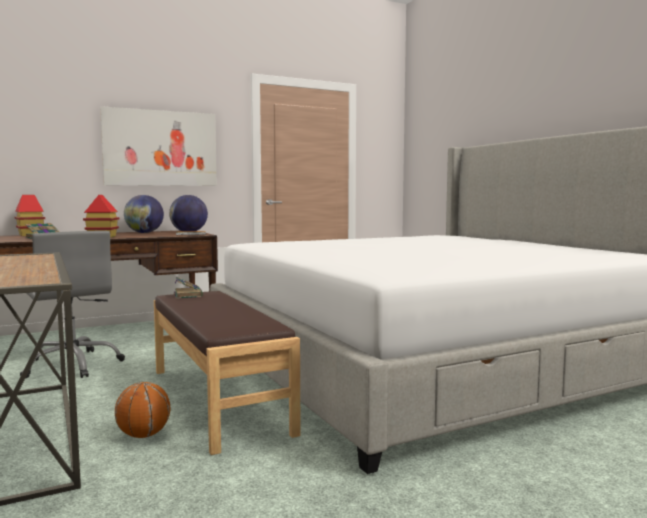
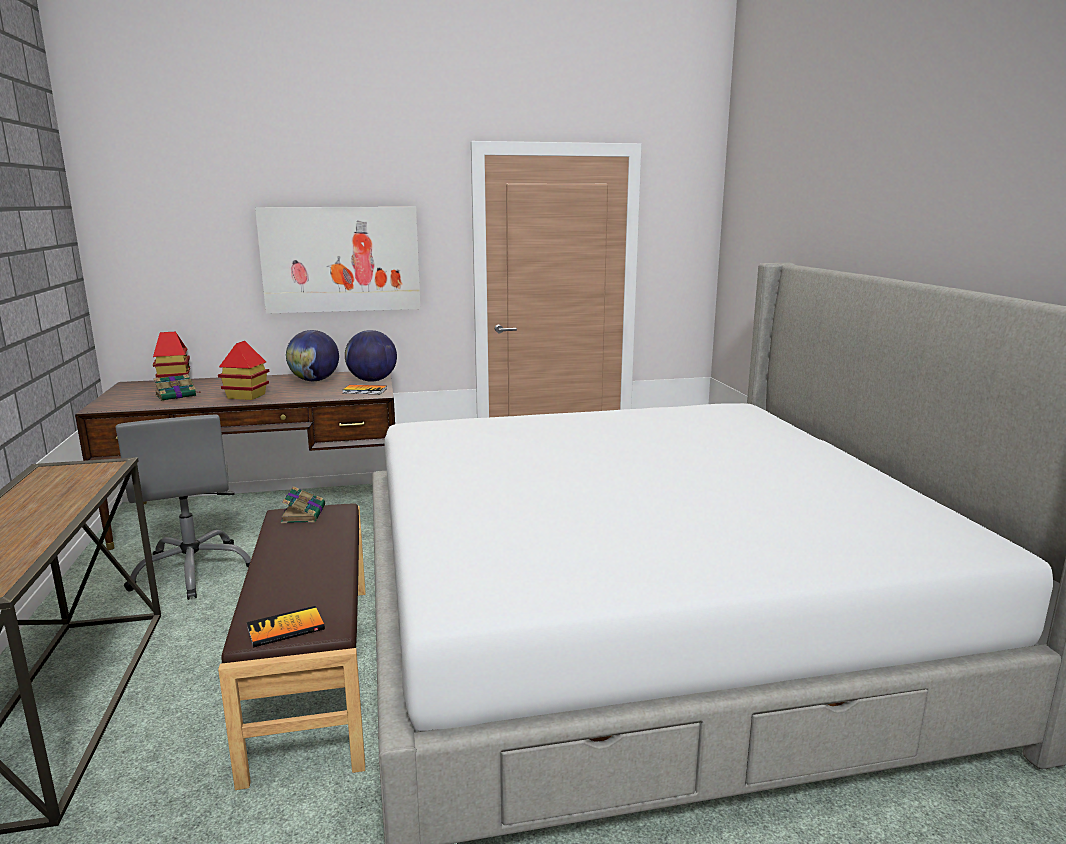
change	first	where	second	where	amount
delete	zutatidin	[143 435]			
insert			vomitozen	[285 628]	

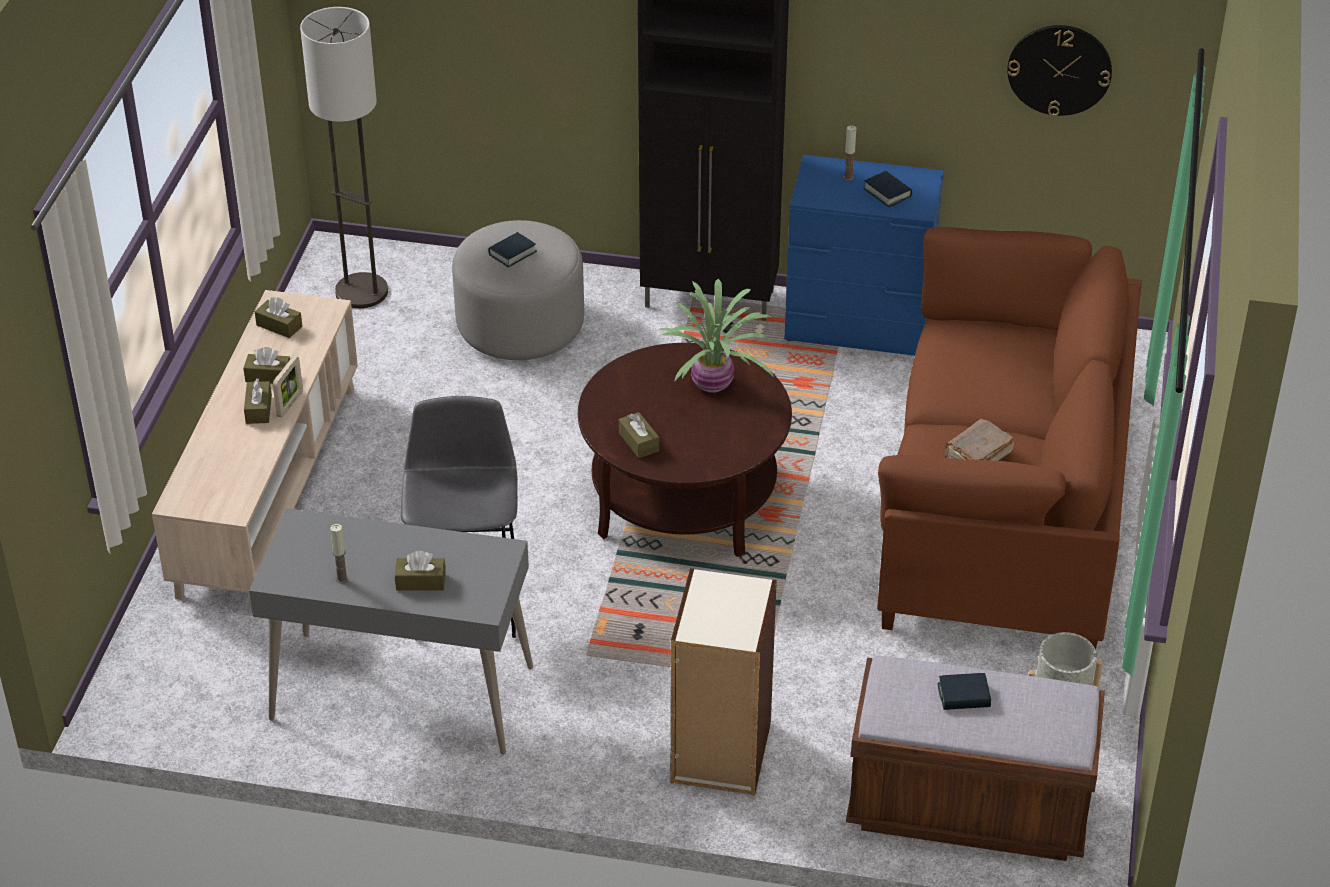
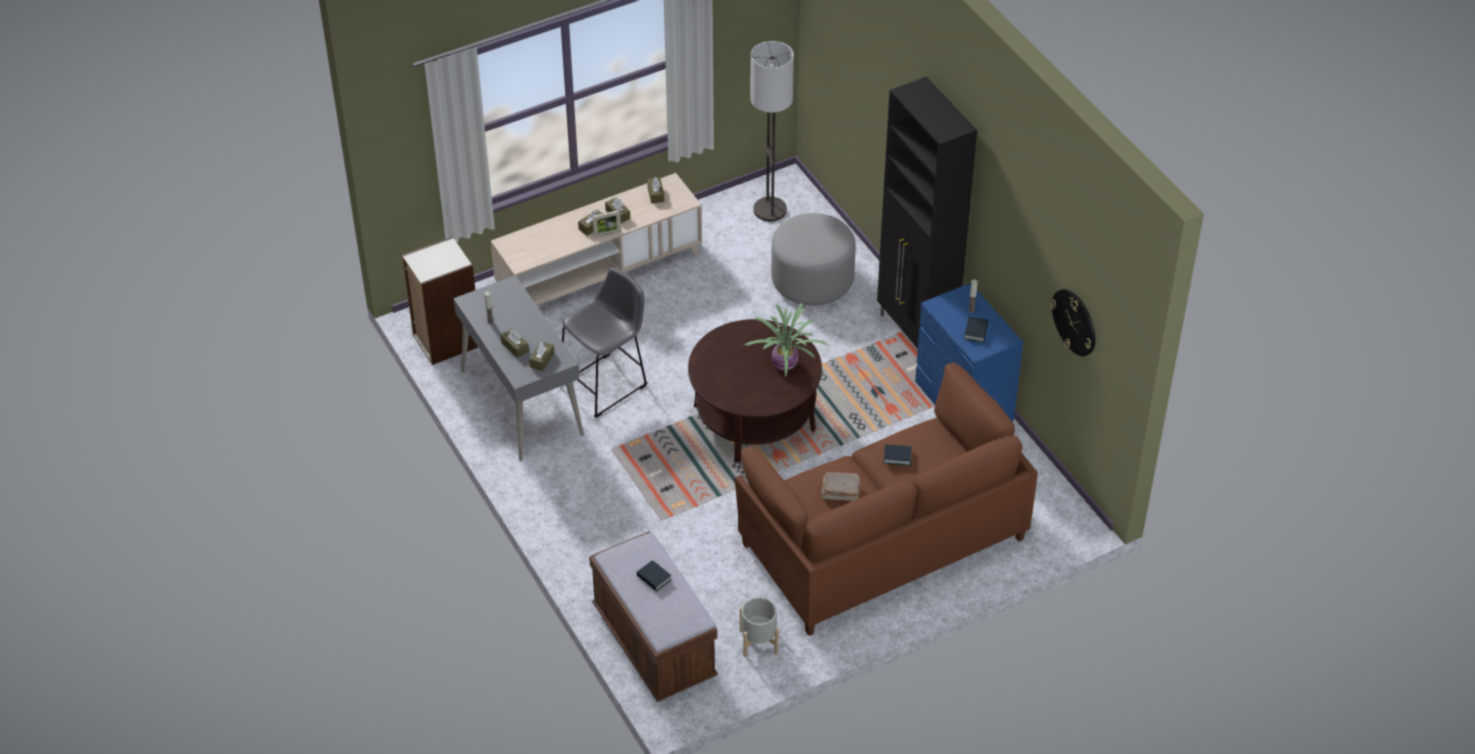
change	first	where	second	where	amount
move	vomitozen	[512 253]		[897 457]	
move	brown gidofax	[638 442]		[542 360]	
move	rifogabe	[720 753]		[446 341]	

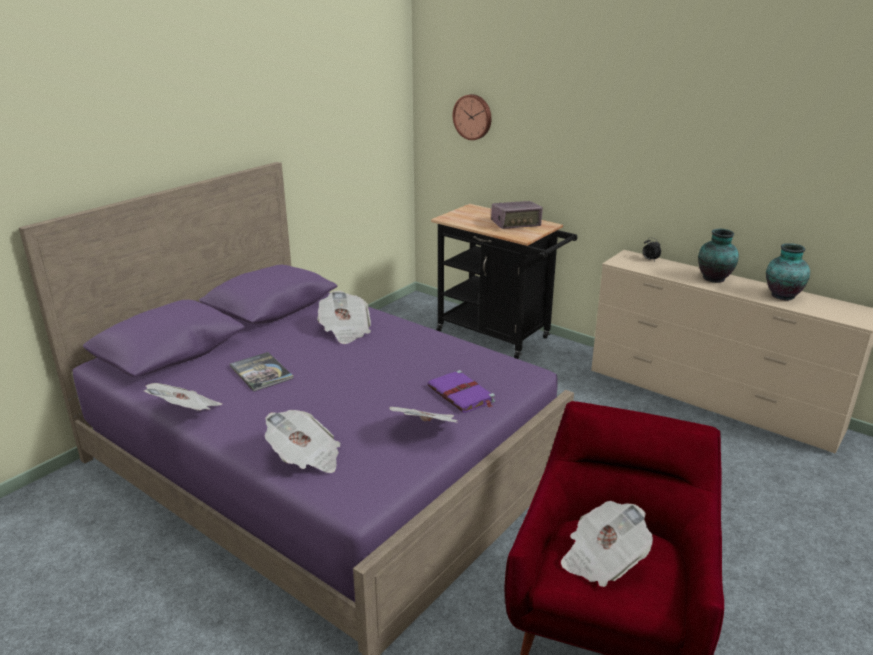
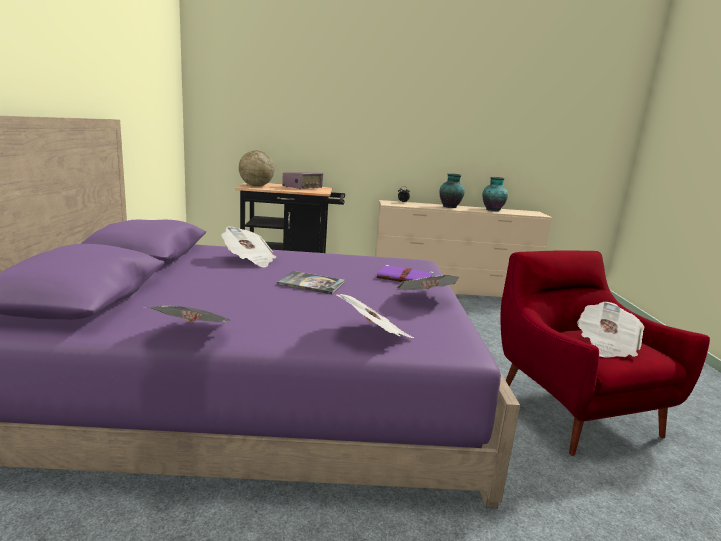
change	first	where	second	where	amount
delete	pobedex	[473 117]			
insert			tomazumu	[256 186]	
move	vomitozen	[261 372]		[311 283]	

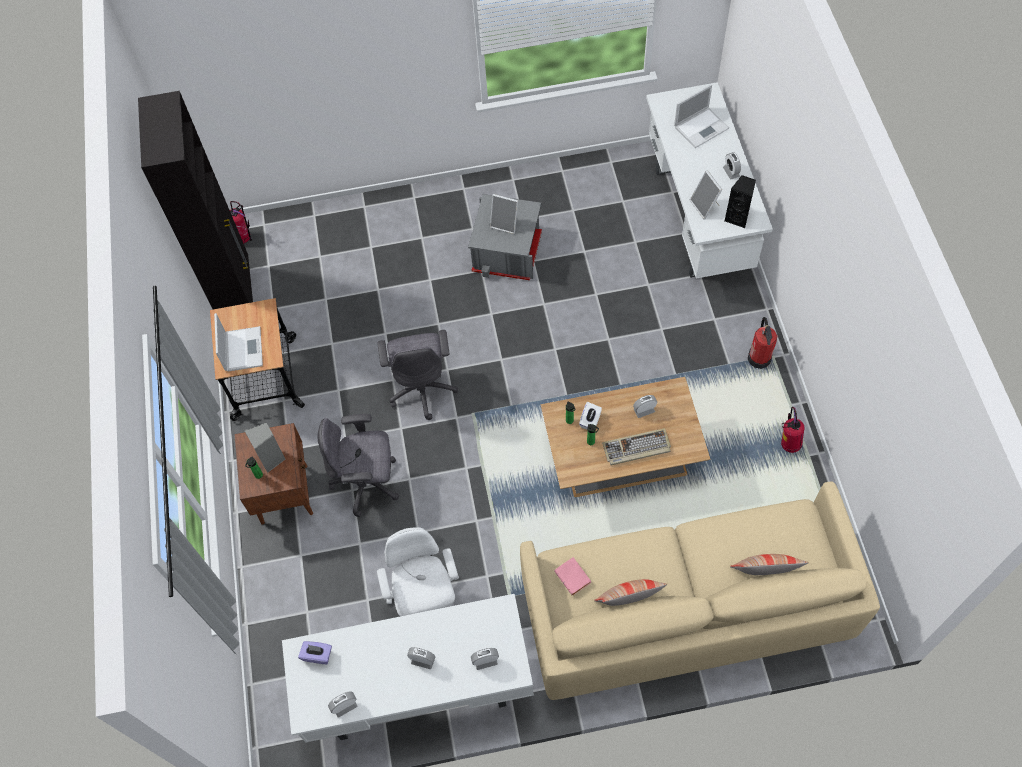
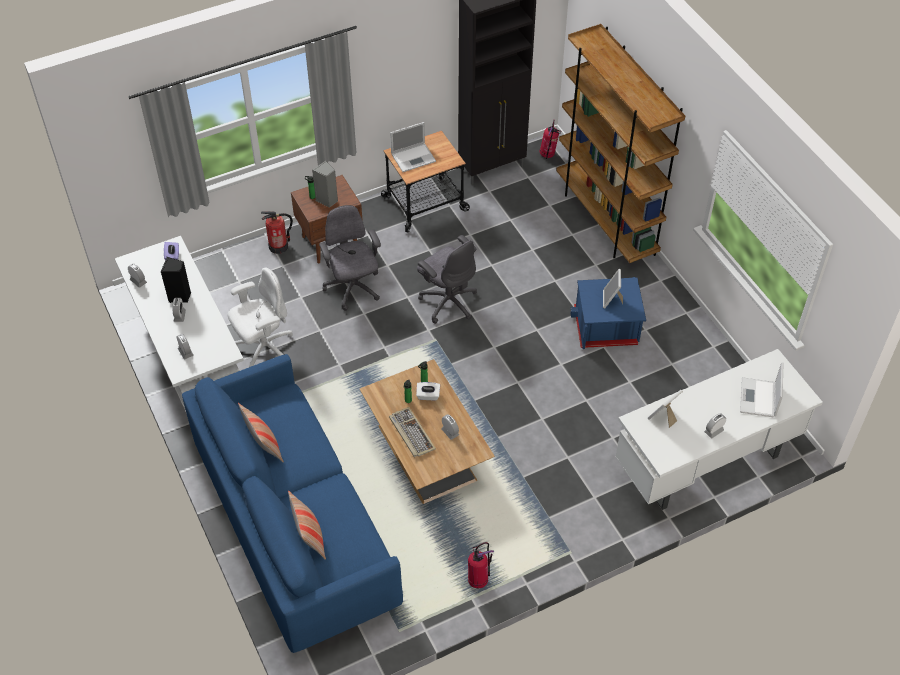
change	first	where	second	where	amount
delete	pink vomitozen	[574 577]			
insert			brown rifogabe	[606 220]	
move	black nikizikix	[738 217]		[180 296]	
move	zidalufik	[759 358]		[279 246]	
recolor	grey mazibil	[508 250]	blue mazibil	[607 326]	
recolor	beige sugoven	[685 610]	blue sugoven	[294 525]	
rotate	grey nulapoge	[423 388]		[448 302]	105 degrees counterclockwise
rotate	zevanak	[702 127]		[758 398]	60 degrees clockwise

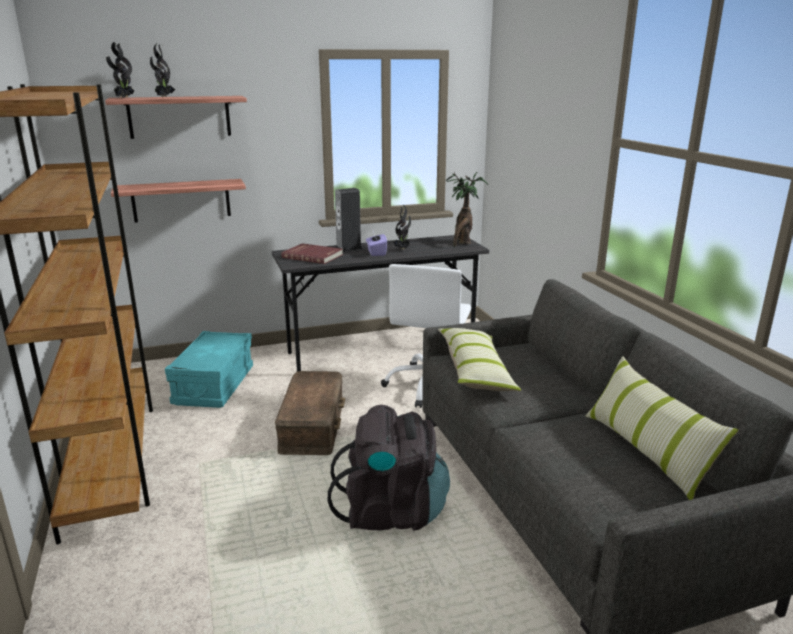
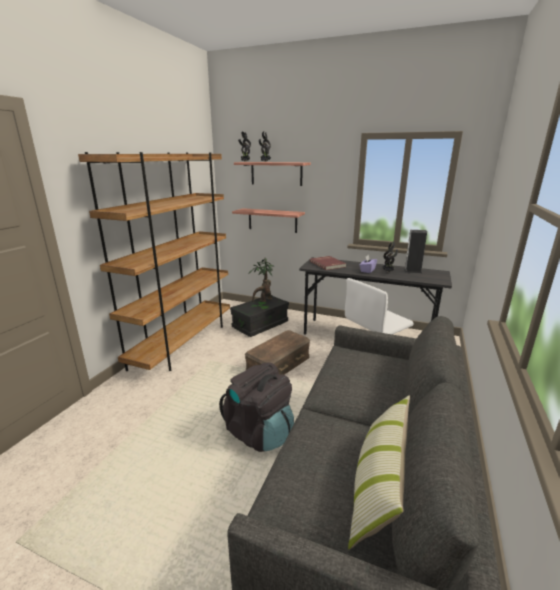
change	first	where	second	where	amount
delete	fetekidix	[475 371]			
move	nikizikix	[348 248]		[412 271]	
move	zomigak	[462 243]		[263 300]	
recolor	turquoise mazibil	[214 385]	black mazibil	[260 325]	

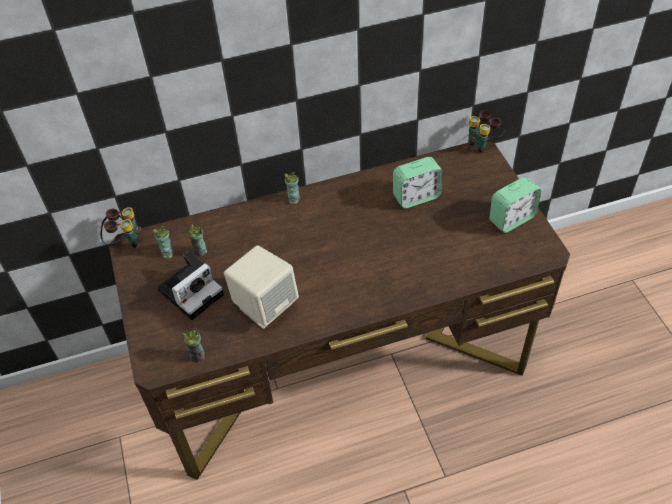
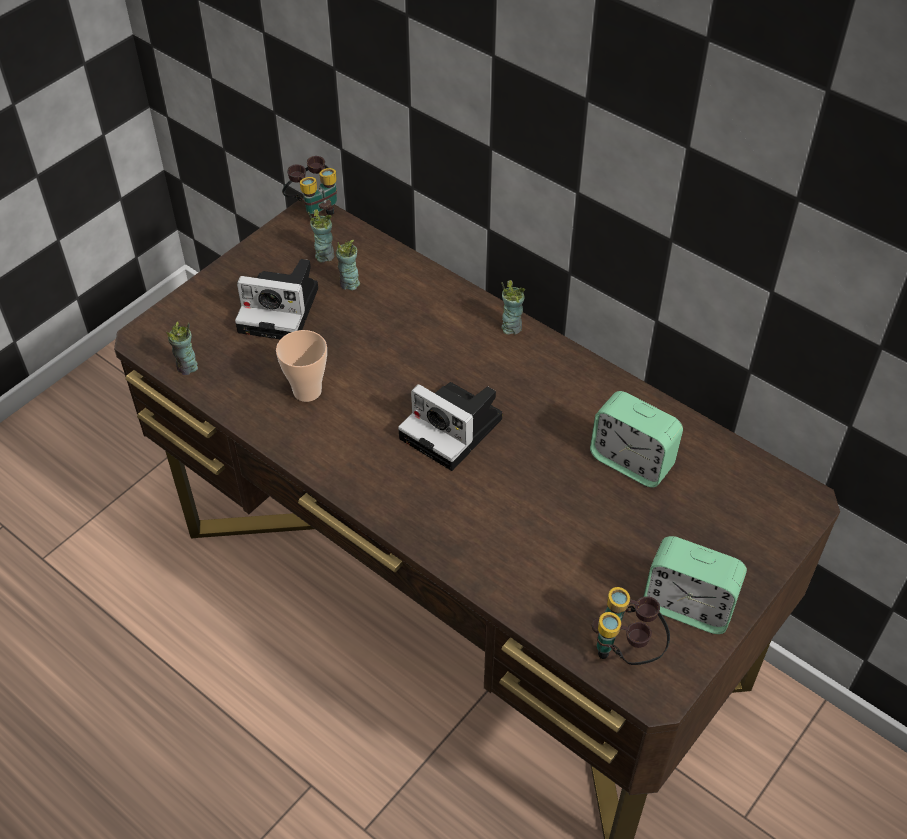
change	first	where	second	where	amount
insert			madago	[455 429]	
move	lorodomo	[483 144]		[626 650]	
replace	beige nikizikix	[265 305]	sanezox	[307 391]	

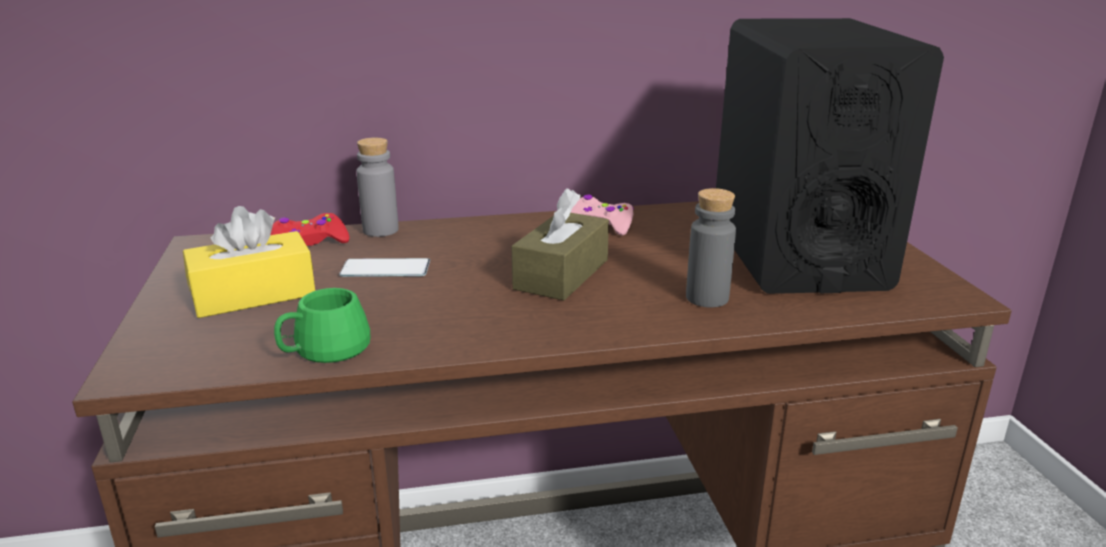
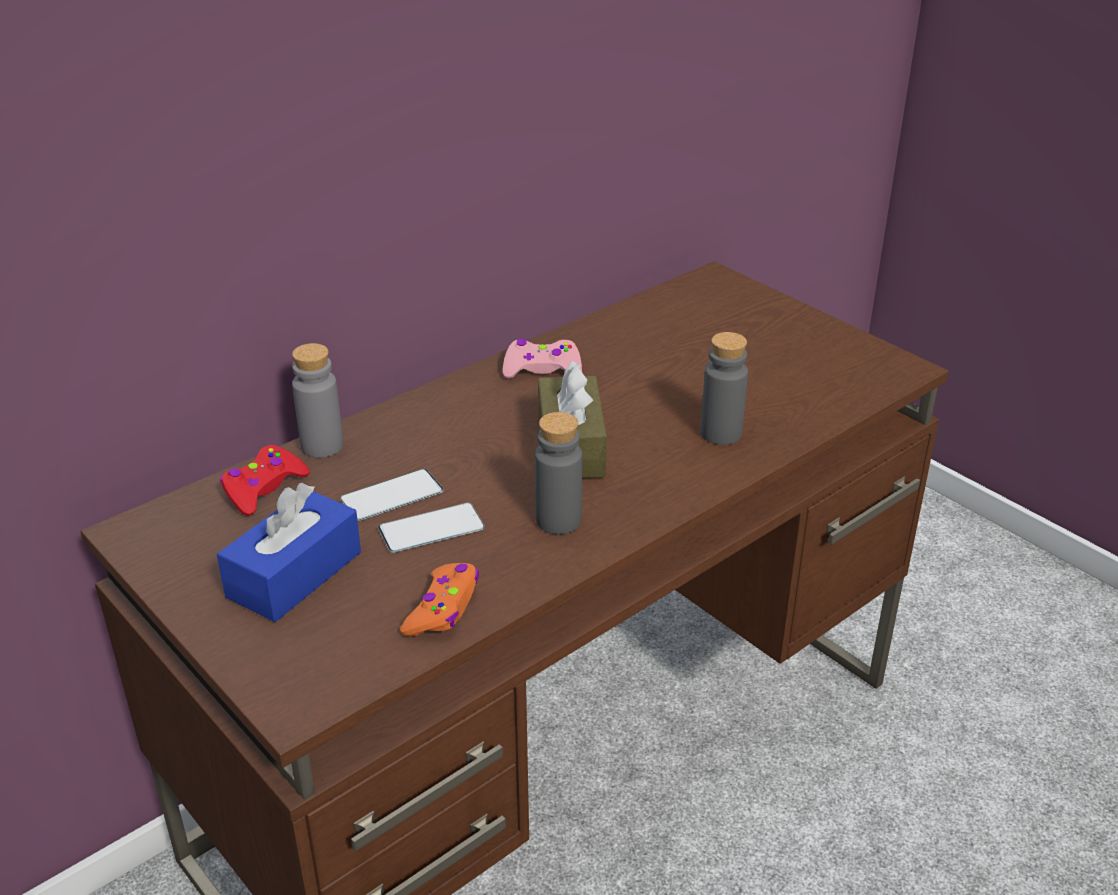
change	first	where	second	where	amount
delete	black nikizikix	[795 254]			
insert			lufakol	[431 529]	
insert			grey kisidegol	[558 520]	
replace	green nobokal	[319 347]	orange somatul	[443 608]	
recolor	yellow gidofax	[253 294]	blue gidofax	[294 574]	

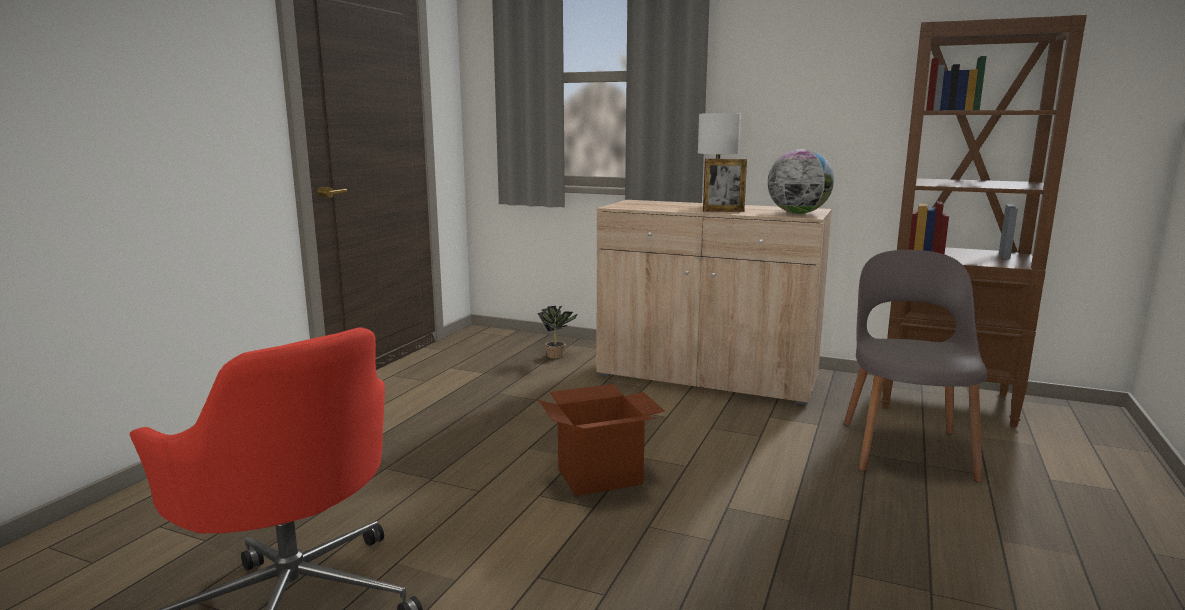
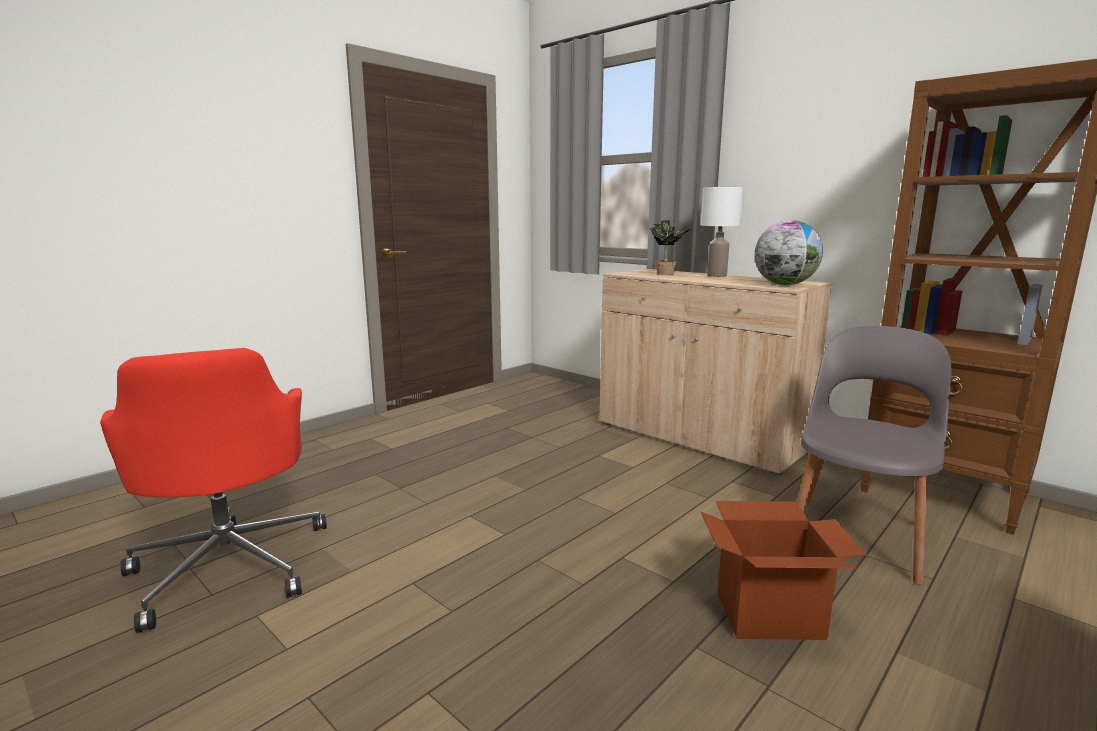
change	first	where	second	where	amount
delete	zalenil	[723 211]			
move	zomigak	[558 355]		[668 274]	
move	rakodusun	[600 476]		[770 615]	

